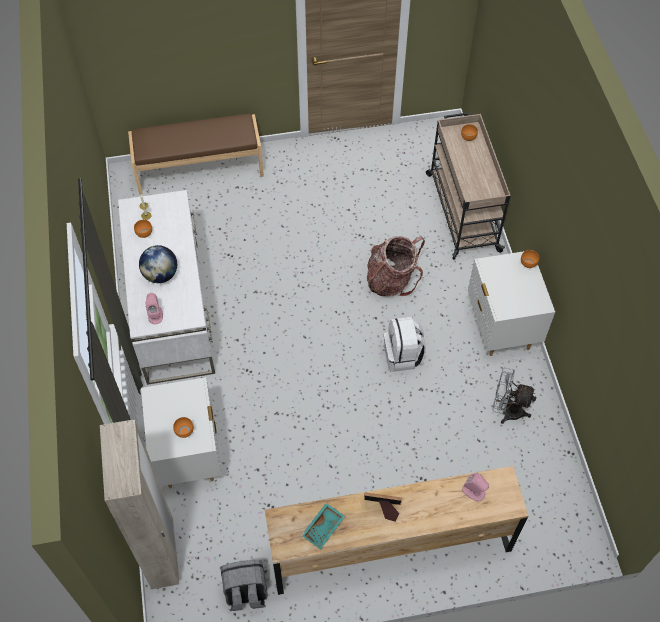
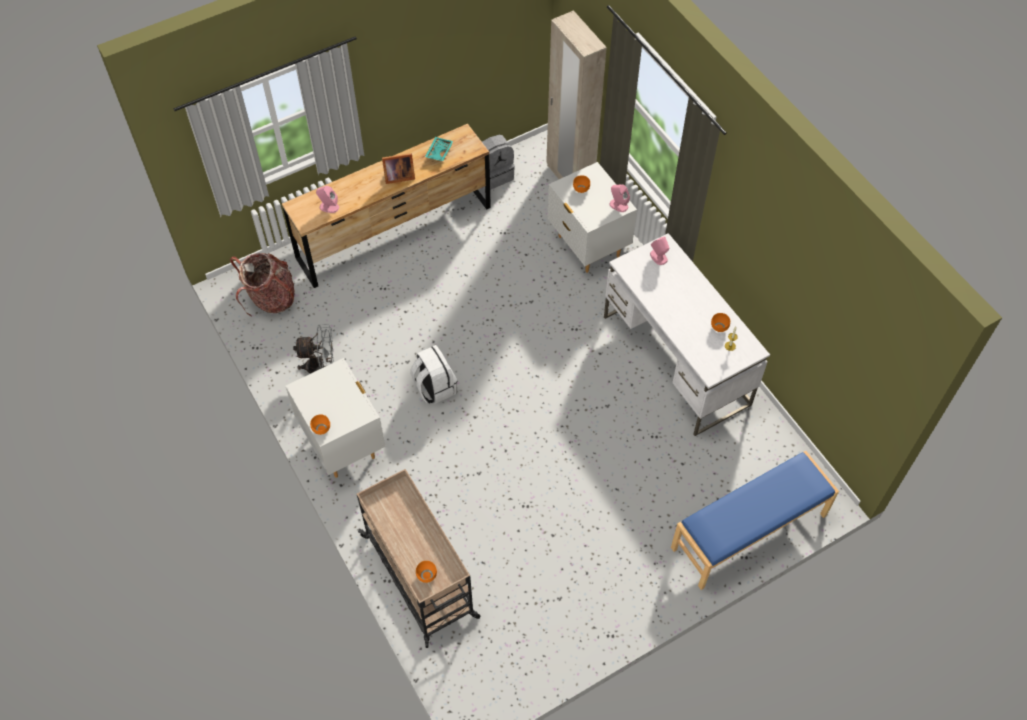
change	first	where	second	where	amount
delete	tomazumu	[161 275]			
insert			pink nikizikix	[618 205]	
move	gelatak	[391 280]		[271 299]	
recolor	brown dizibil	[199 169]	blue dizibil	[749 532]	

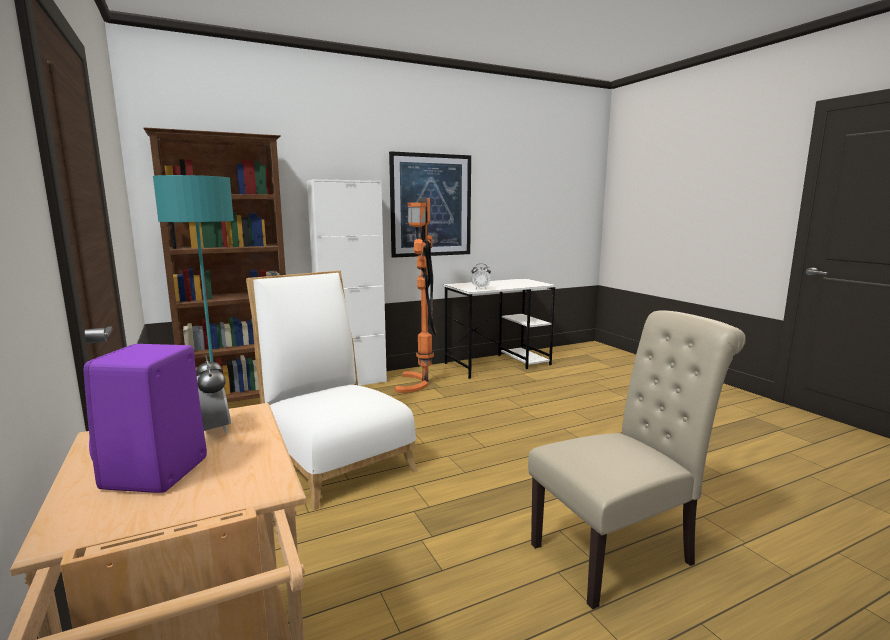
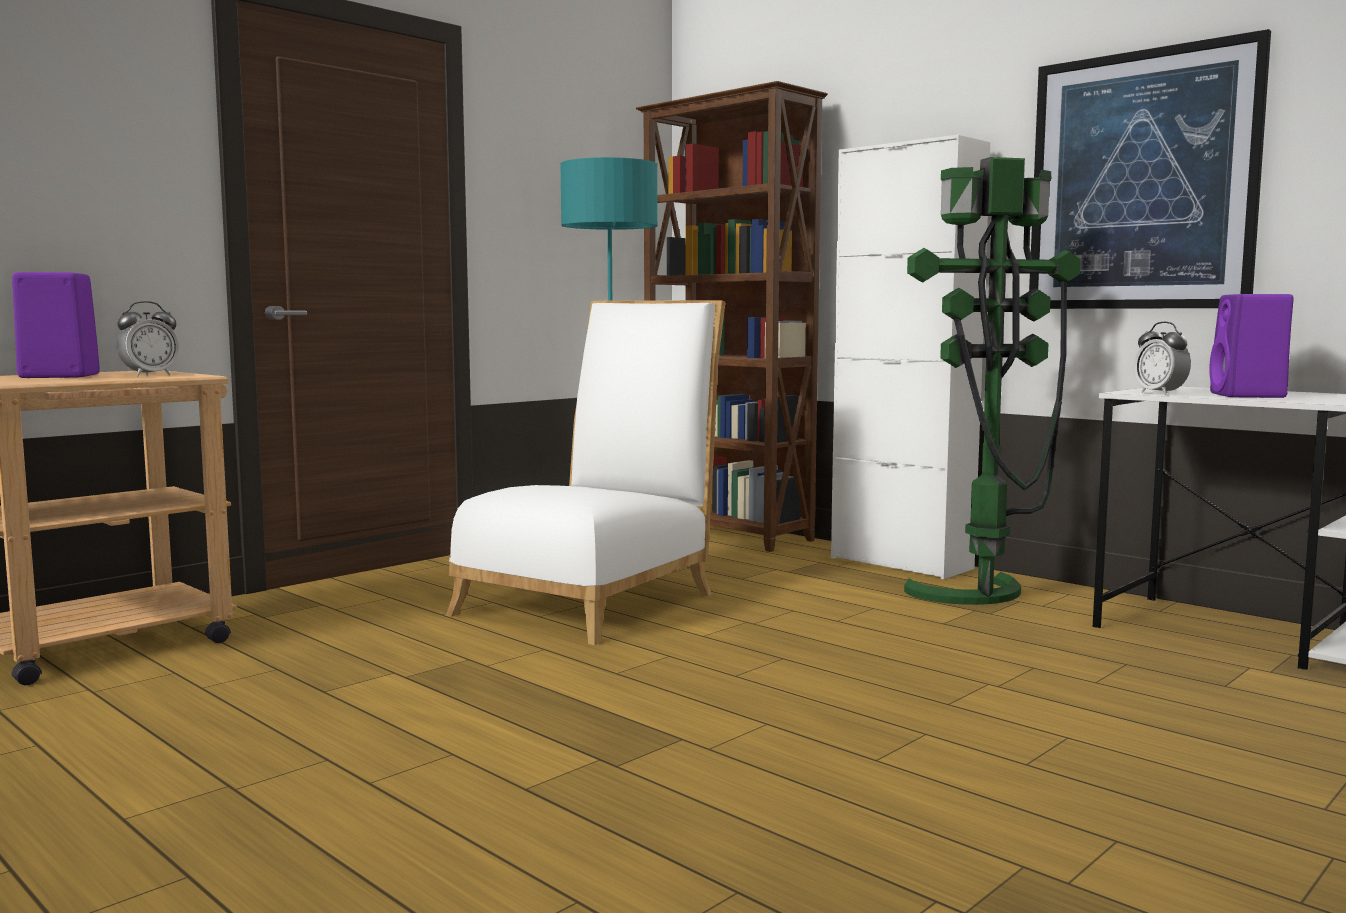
change	first	where	second	where	amount
delete	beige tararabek	[620 552]			
insert			purple nikizikix	[1249 396]	
recolor	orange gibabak	[421 384]	green gibabak	[980 599]	

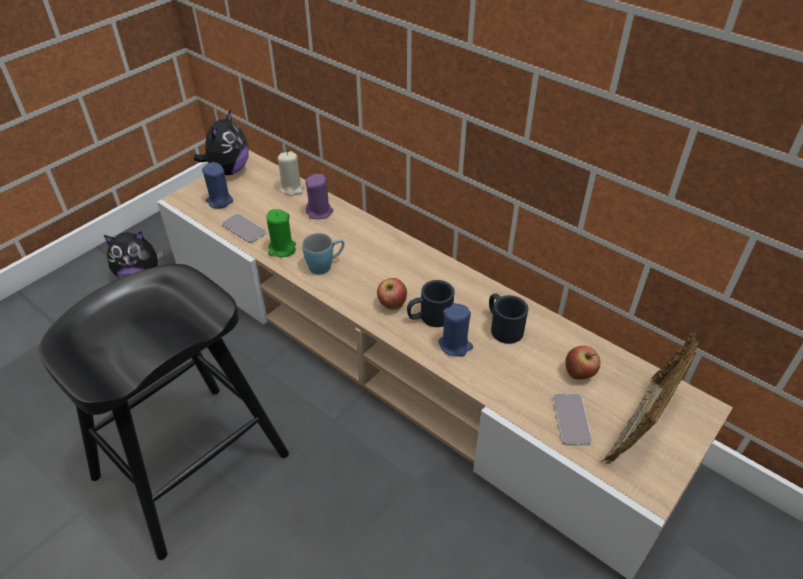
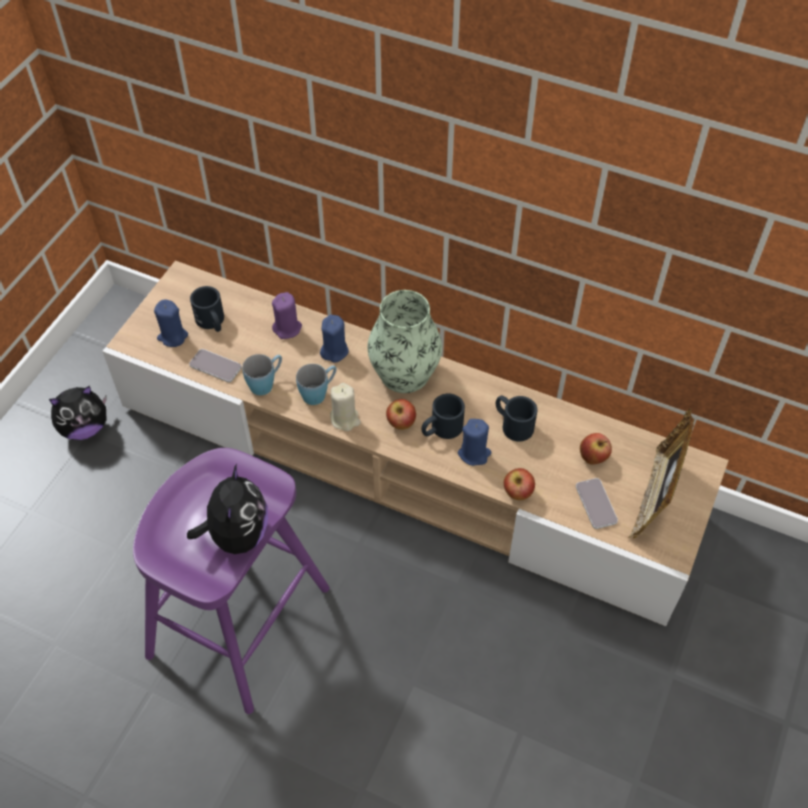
change	first	where	second	where	amount
insert			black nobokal	[212 322]	
insert			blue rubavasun	[334 351]	
insert			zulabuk	[404 373]	
insert			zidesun	[517 493]	
move	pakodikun	[228 170]		[237 534]	
move	beige rubavasun	[292 188]		[345 419]	
replace	green rubavasun	[282 249]	blue nobokal	[266 383]	
recolor	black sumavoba	[191 466]	purple sumavoba	[239 622]	

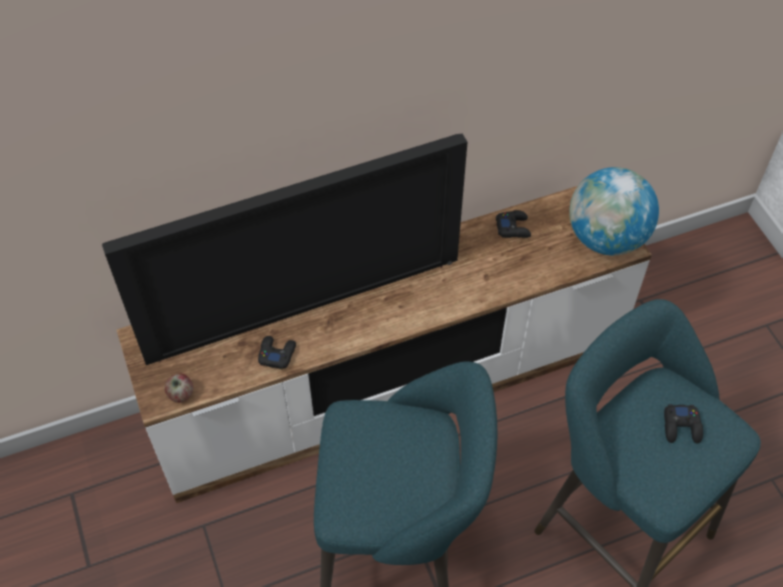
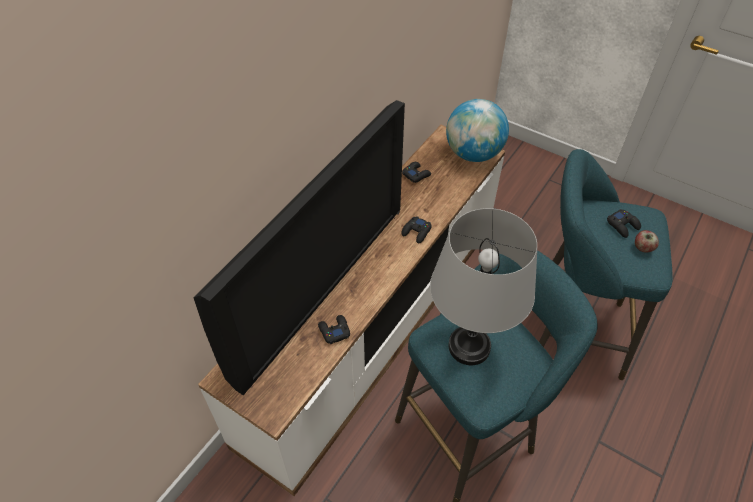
change	first	where	second	where	amount
insert			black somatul	[416 232]	
insert			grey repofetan	[469 347]	
move	zidesun	[180 394]		[642 248]	

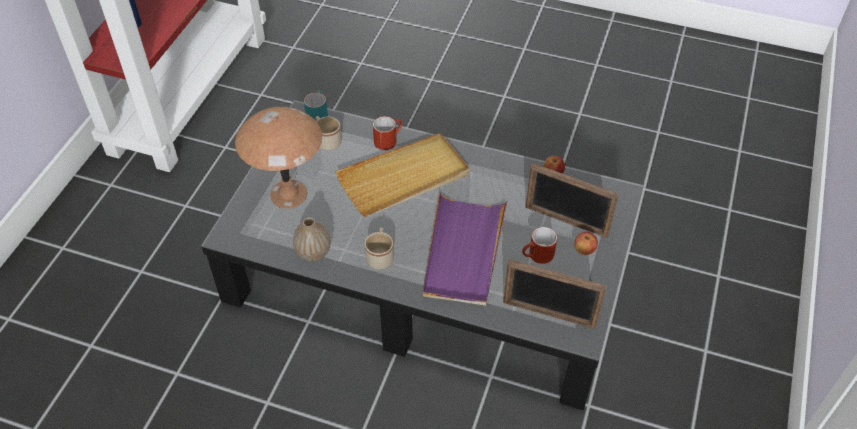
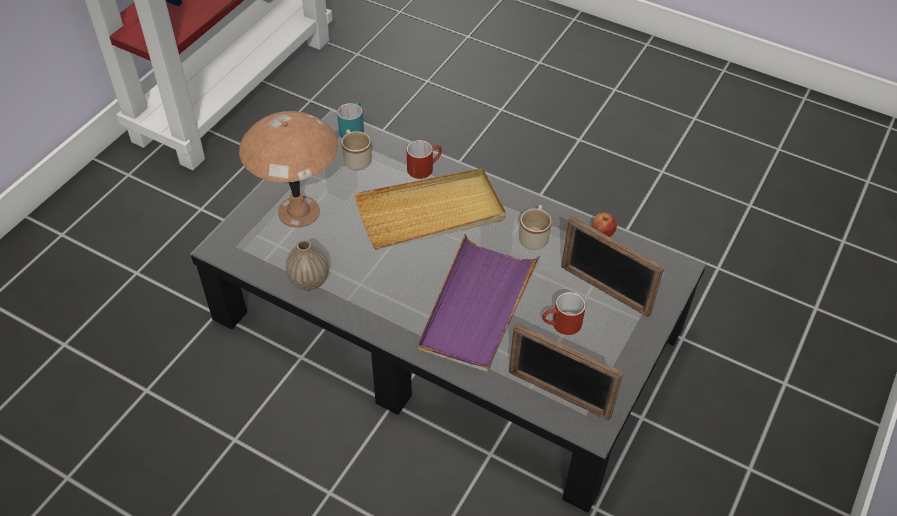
change	first	where	second	where	amount
delete	zidesun	[584 250]			
move	beige nobokal	[380 256]		[534 236]	

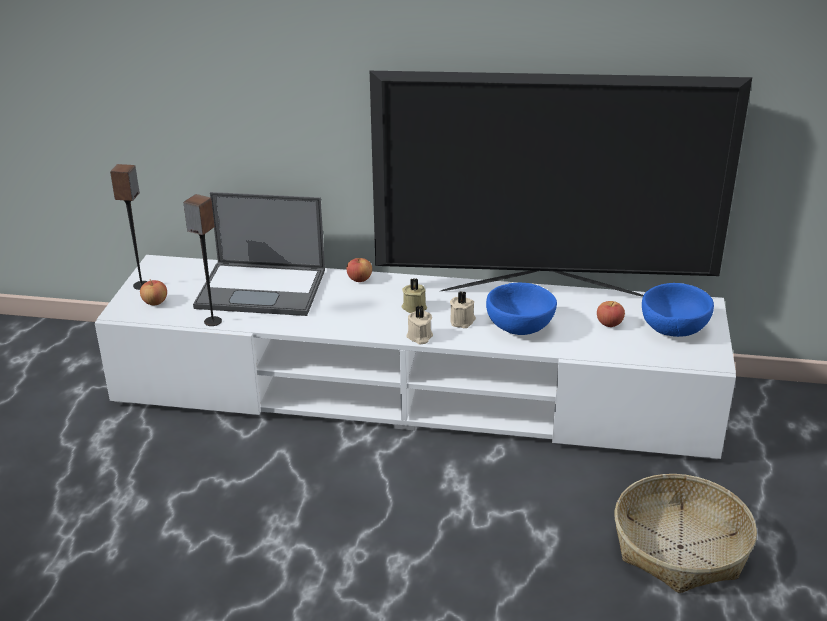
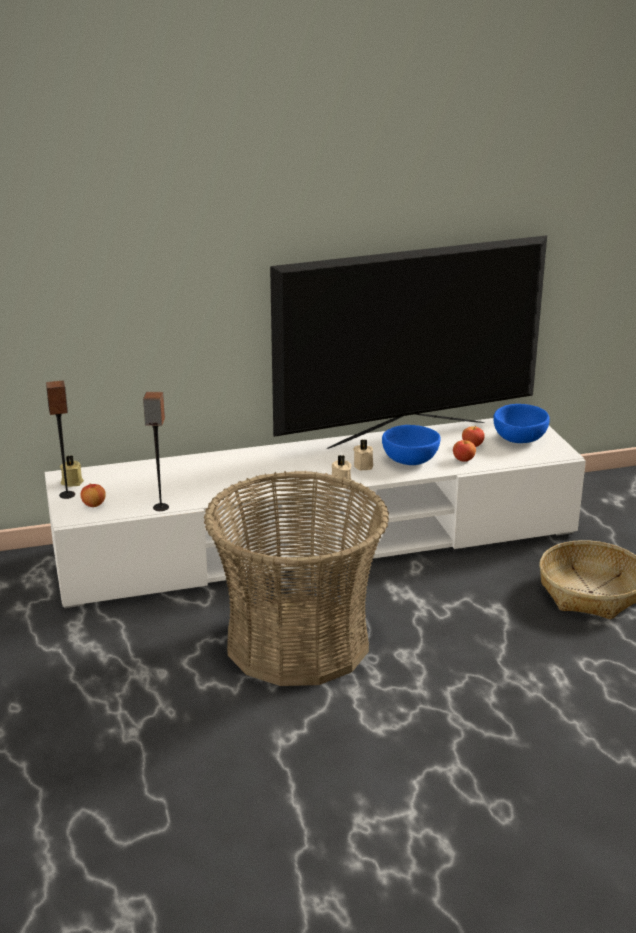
change	first	where	second	where	amount
delete	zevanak	[263 289]			
insert			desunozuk	[297 642]	
move	zidesun	[359 279]		[463 459]	
move	beige rubavasun	[414 307]		[72 482]	

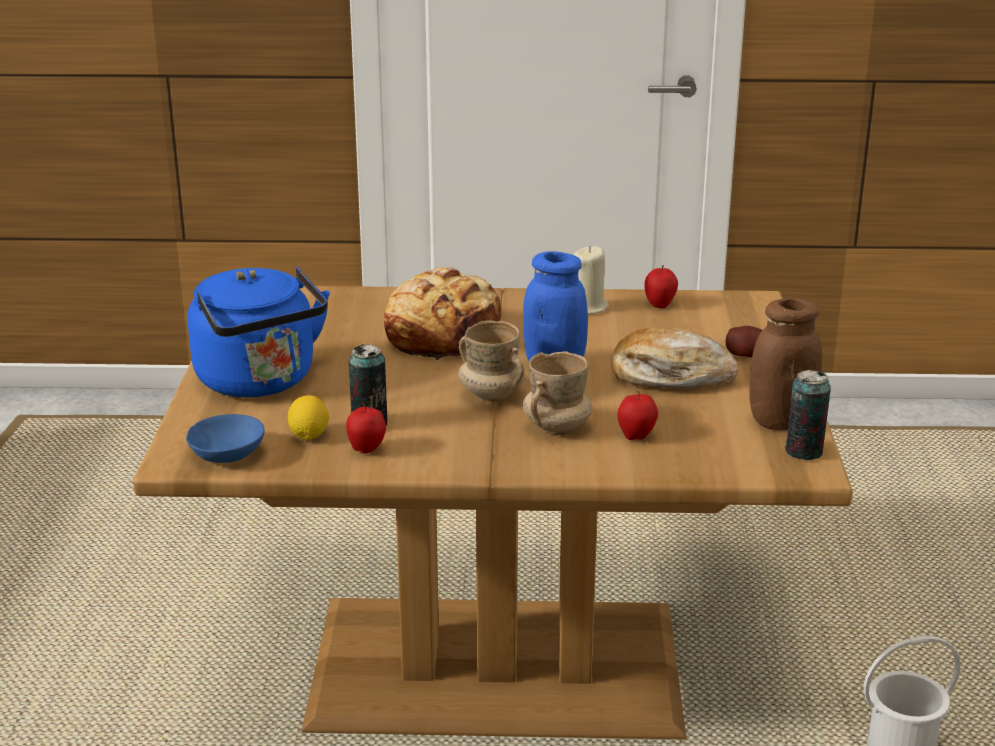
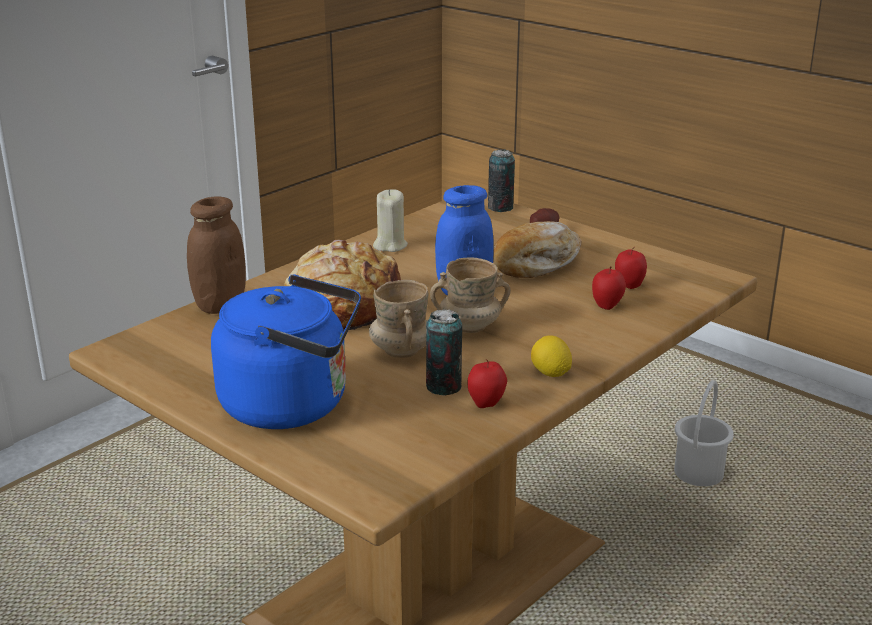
change	first	where	second	where	amount
delete	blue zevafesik	[229 454]			
move	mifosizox	[309 435]		[550 373]	
move	beige nobokal	[557 427]		[401 350]	
move	zidesun	[660 305]		[629 286]	
move	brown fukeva	[780 421]		[220 305]	
move	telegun	[804 451]		[500 208]	

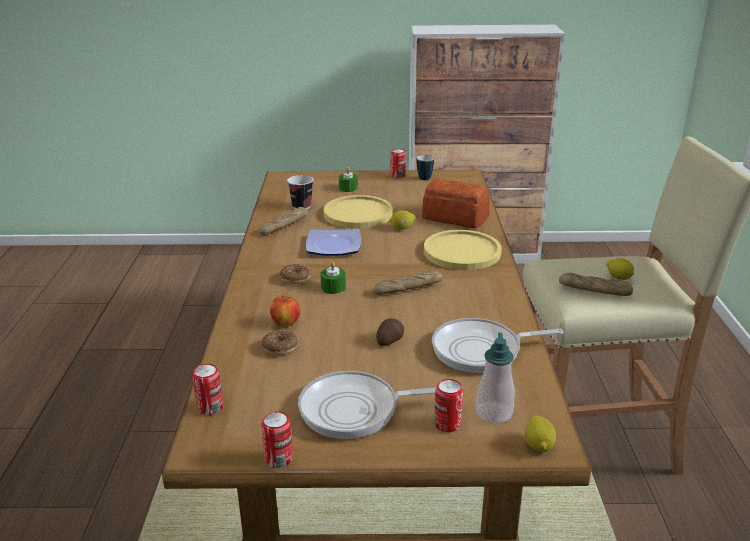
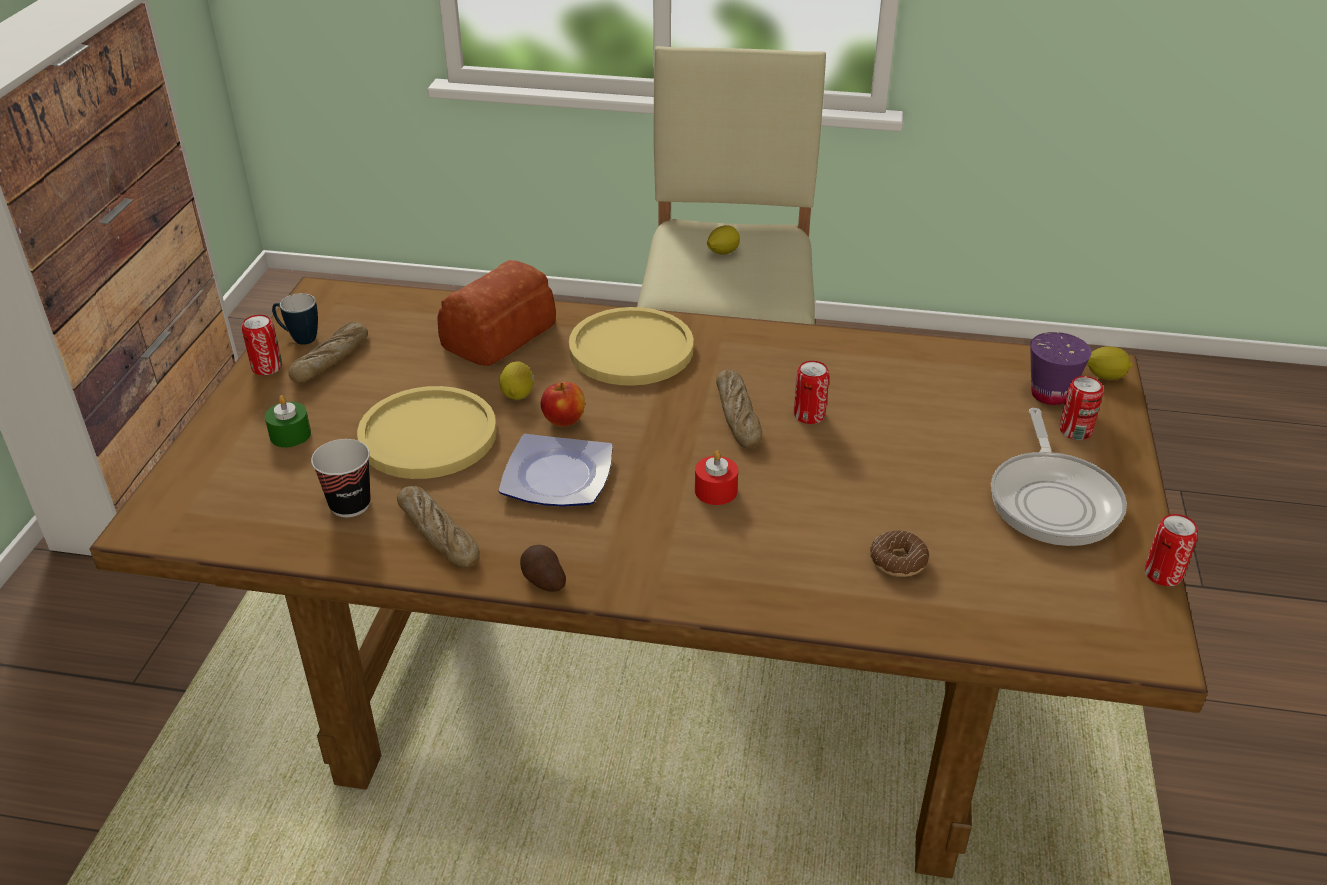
change	first	where	second	where	amount
delete	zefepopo	[295 278]			
delete	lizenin	[481 350]			
move	telegun	[210 408]		[809 415]	
move	zidesun	[286 323]		[564 420]	
move	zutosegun	[389 340]		[542 580]	
move	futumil	[594 290]		[330 360]	
replace	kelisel	[494 413]	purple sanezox	[1049 395]	
recolor	green rubavasun	[333 287]	red rubavasun	[715 491]	

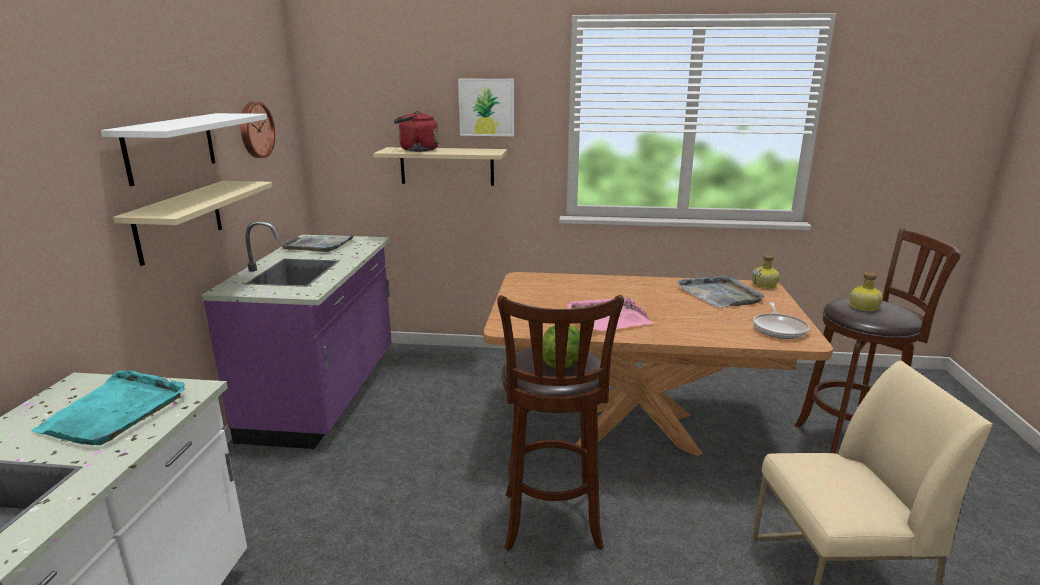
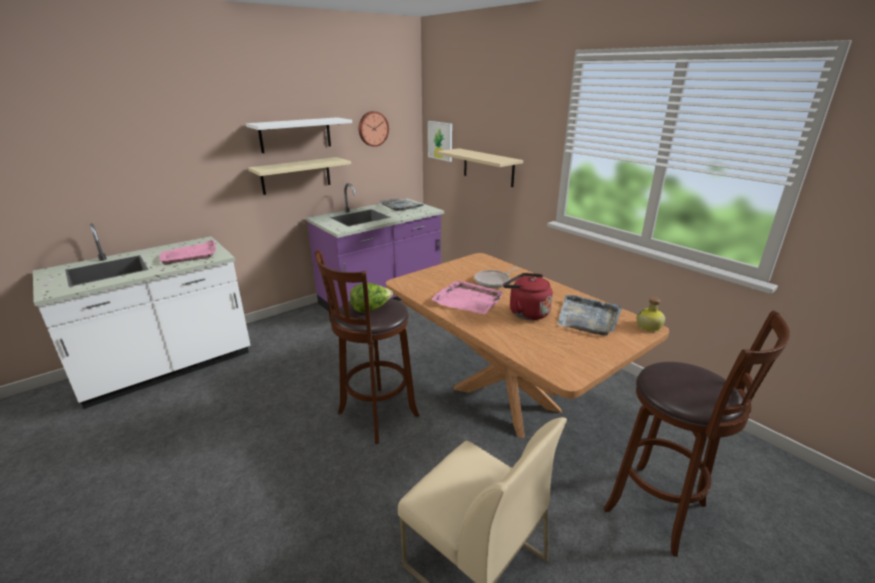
change	first	where	second	where	amount
delete	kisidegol	[864 307]			
move	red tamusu	[416 150]		[526 312]	
move	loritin	[486 107]		[440 140]	
move	lizenin	[779 329]		[494 281]	
recolor	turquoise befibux	[115 411]	pink befibux	[189 255]	

